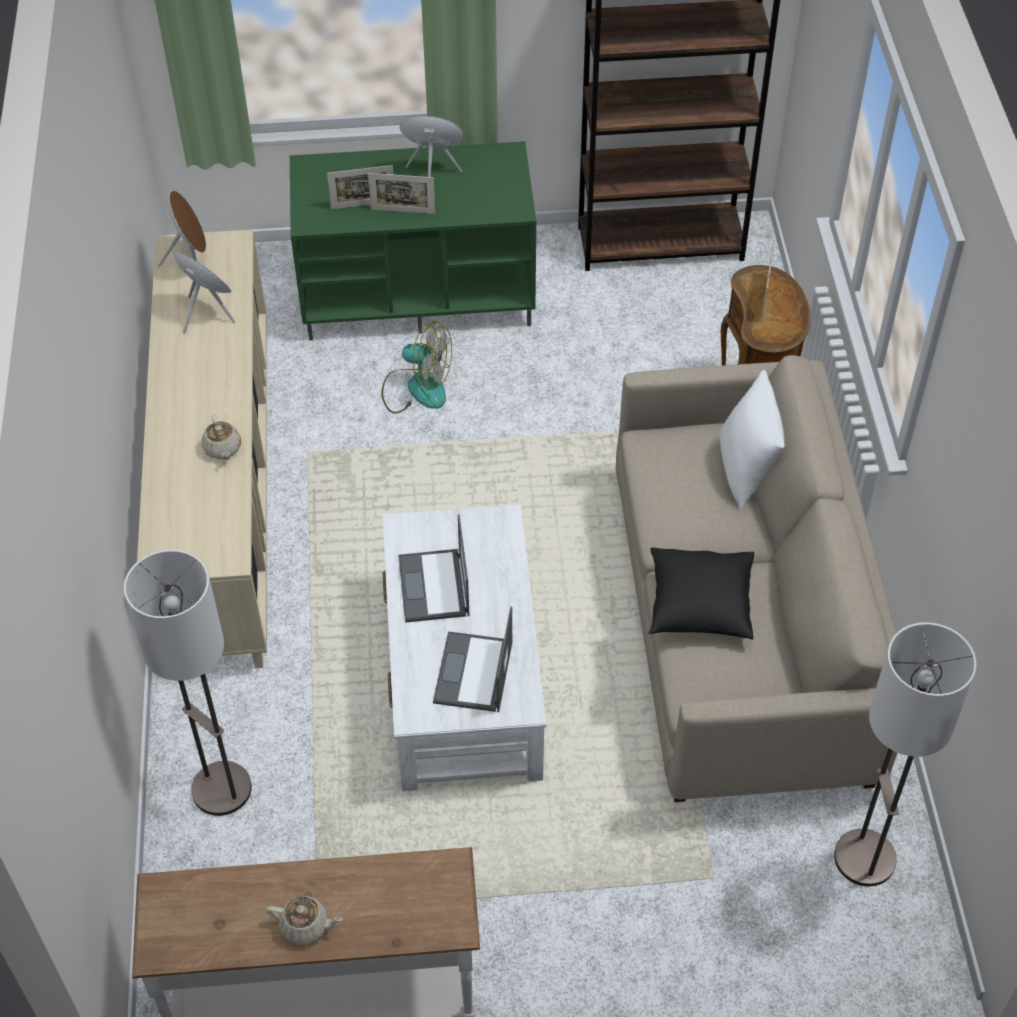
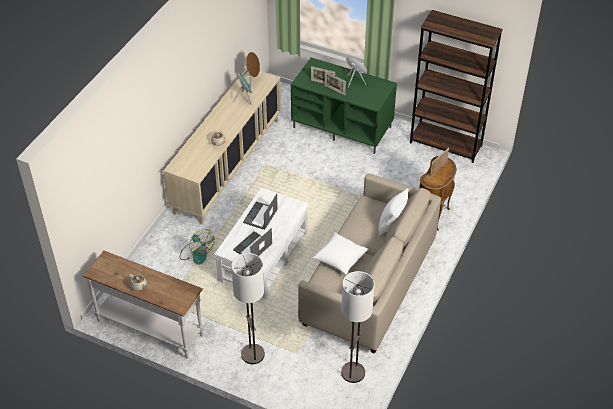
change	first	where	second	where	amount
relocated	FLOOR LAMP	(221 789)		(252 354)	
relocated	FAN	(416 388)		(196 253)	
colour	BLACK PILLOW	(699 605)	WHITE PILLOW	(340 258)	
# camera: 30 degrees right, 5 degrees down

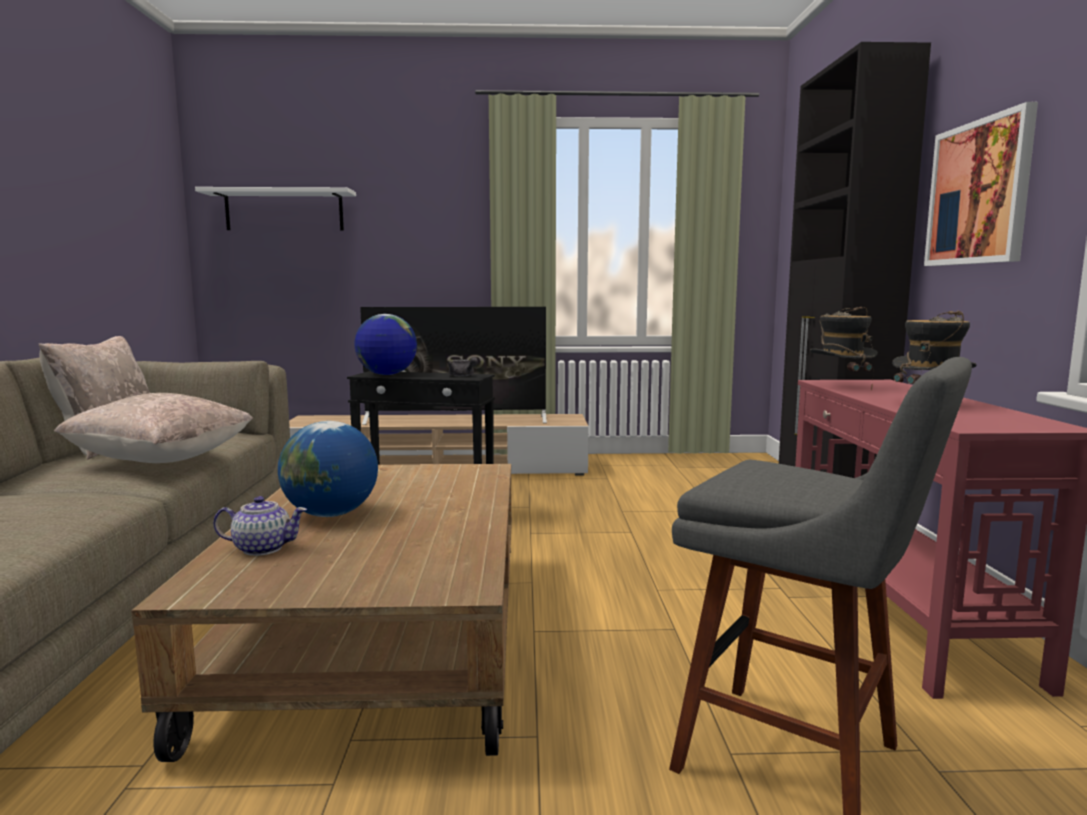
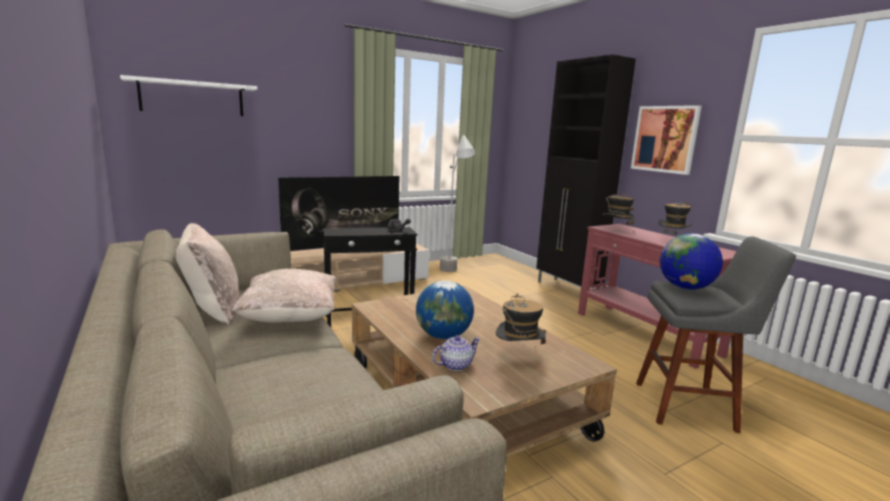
change	first	where	second	where	amount
relocated	GLOBE	(386 374)		(685 288)	
appeared			GREY FLOOR LAMP	(452 273)	
appeared			HAT	(518 356)	
# camera: 30 degrees left, 5 degrees up

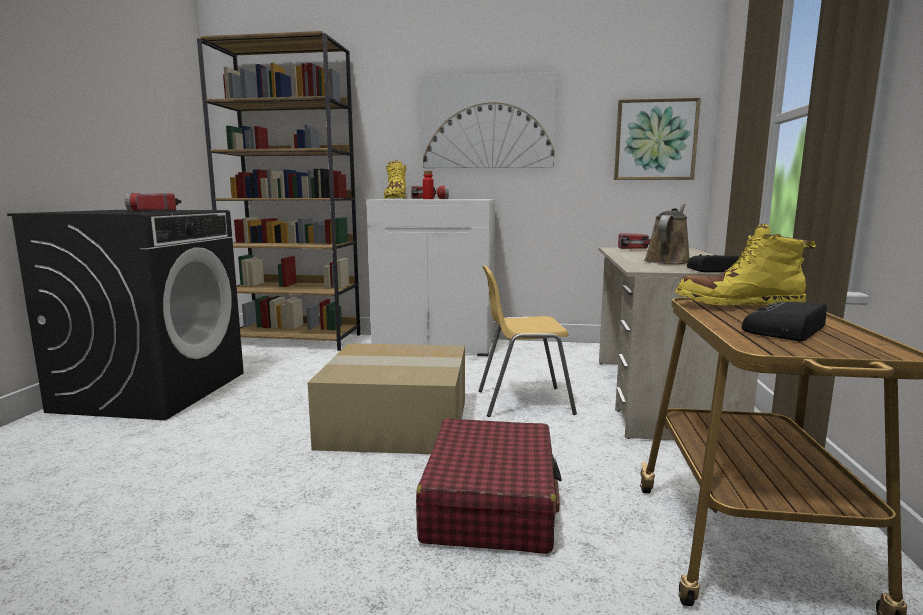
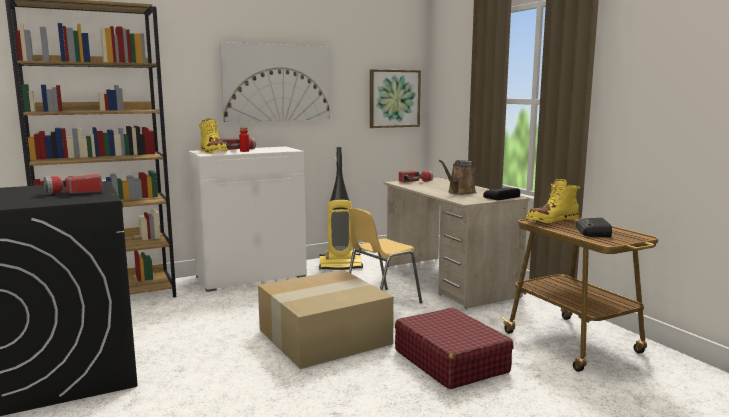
change	first	where	second	where	amount
spun	BROWN WATERING CAN	(668 261)		(460 192)	135 degrees counterclockwise
appeared			VACUUM CLEANER	(341 265)	
# camera: 35 degrees left, 0 degrees up

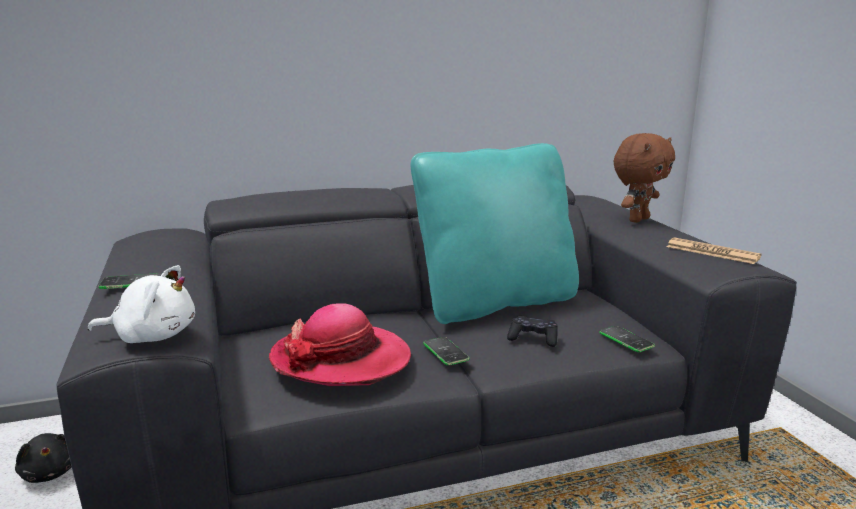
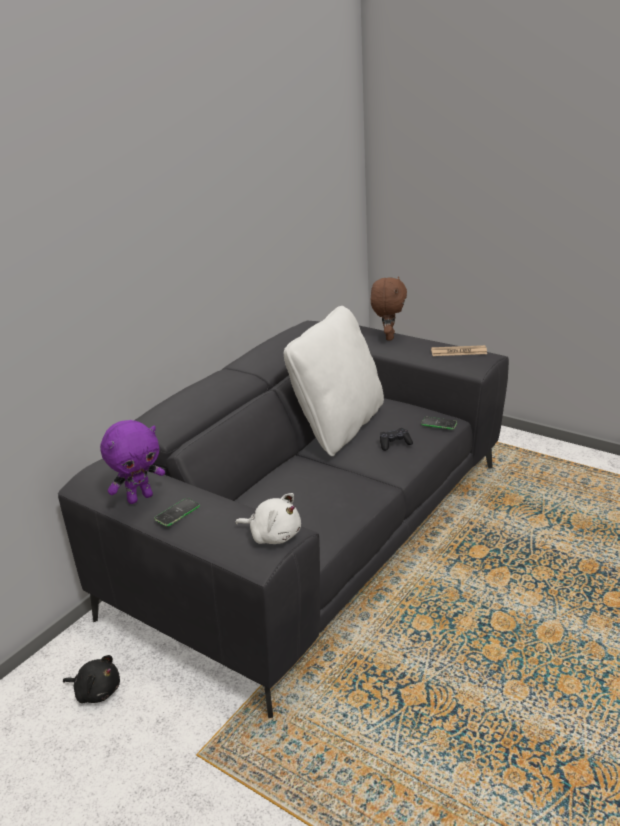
change	first	where	second	where	amount
spun	WHITE PLUSH TOY	(152 336)		(273 535)	60 degrees clockwise
missing	HAT	(341 360)			
colour	TURQUOISE PILLOW	(496 302)	WHITE PILLOW	(339 427)	
missing	PHONE	(445 352)			
appeared			PURPLE PLUSH TOY	(140 498)	
# camera: 35 degrees left, 10 degrees up

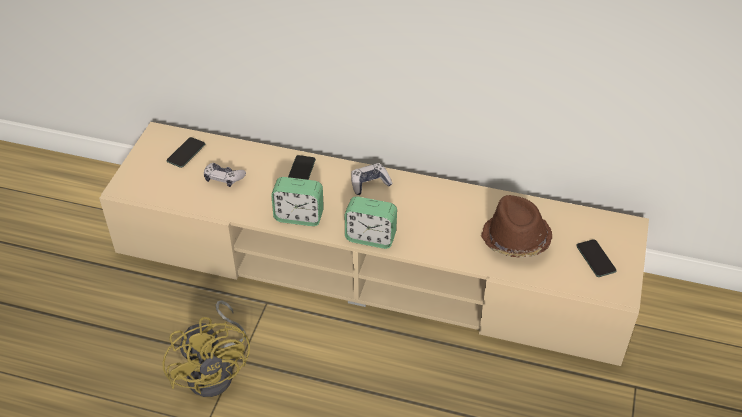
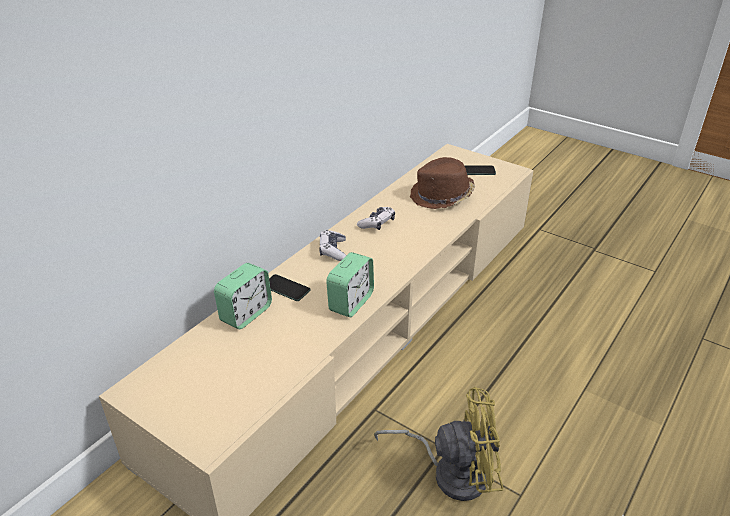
change	first	where	second	where	amount
missing	PHONE	(186 153)			
relocated	GAME CONTROLLER	(223 178)		(377 223)	
relocated	ALARM CLOCK	(370 237)		(246 314)	
# camera: 70 degrees left, 10 degrees down

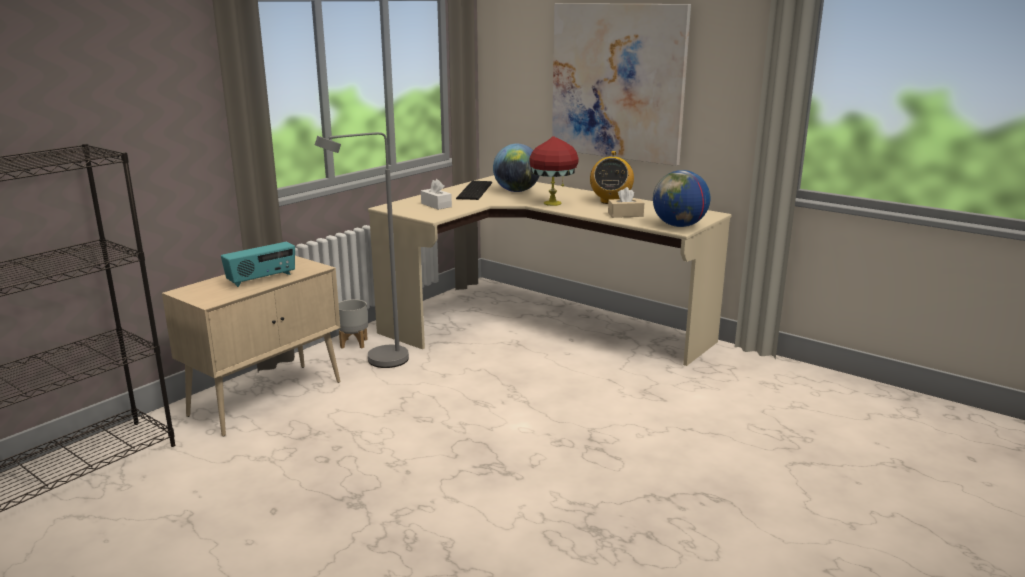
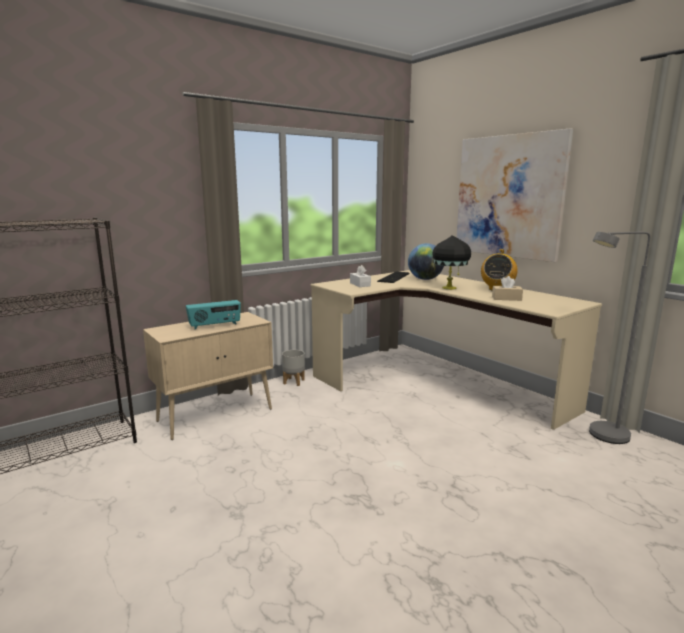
change	first	where	second	where	amount
relocated	GREY FLOOR LAMP	(377 362)		(600 436)	
colour	RED TABLE LAMP	(553 203)	BLACK TABLE LAMP	(450 288)	
missing	GLOBE	(679 226)			
# camera: 15 degrees right, 5 degrees down

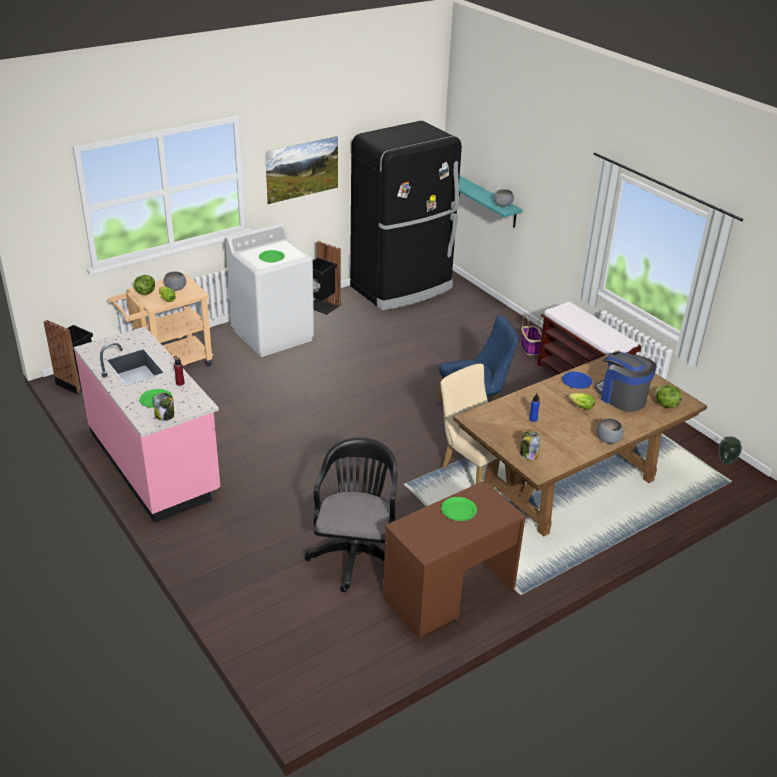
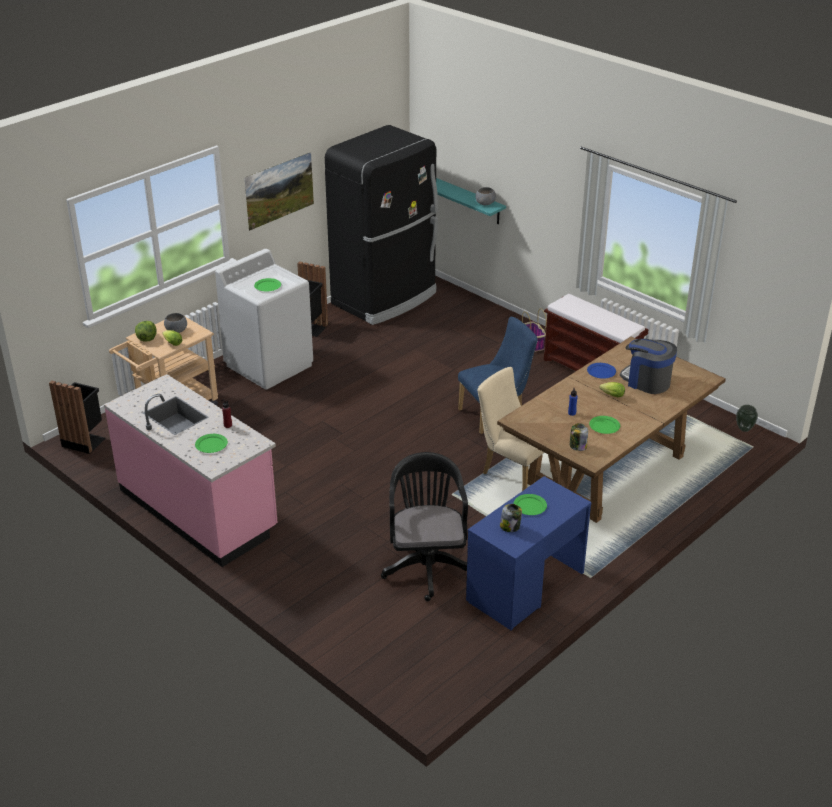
change	first	where	second	where	amount
relocated	JAR	(165 415)		(510 526)	
colour	BROWN DESK	(449 593)	BLUE DESK	(525 586)	
missing	GREY BOWL	(608 439)			
missing	LETTUCE	(665 405)			
appeared			GREEN PLATE	(604 426)	
# camera: 10 degrees left, 0 degrees up

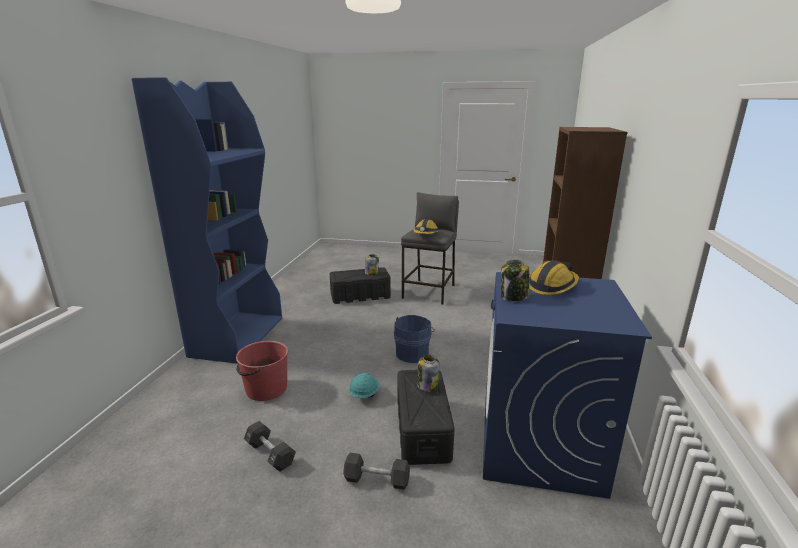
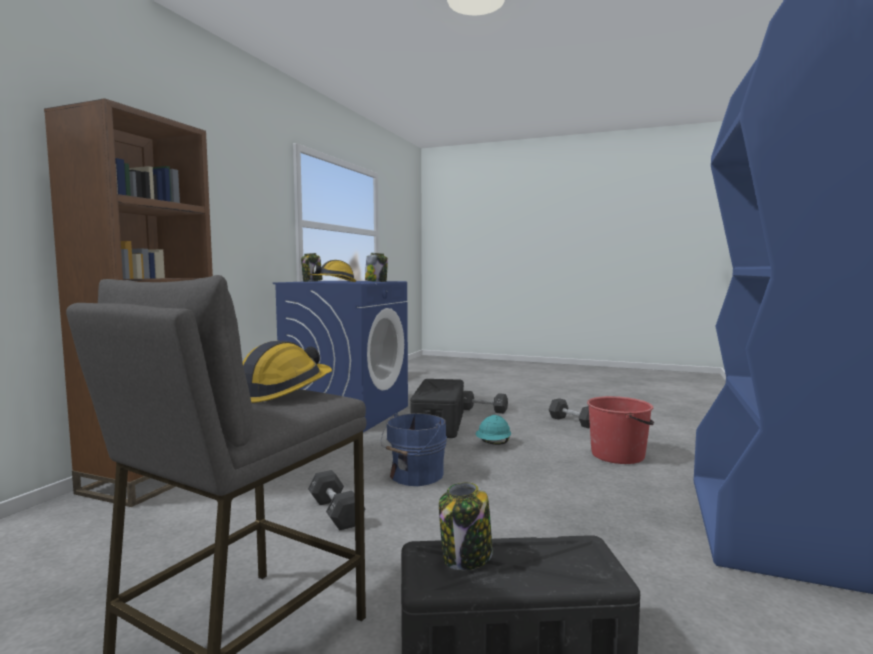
change	first	where	second	where	amount
relocated	JAR	(427 385)		(312 281)	
appeared			BLACK DUMBBELL	(335 512)	
# camera: 170 degrees left, 15 degrees down

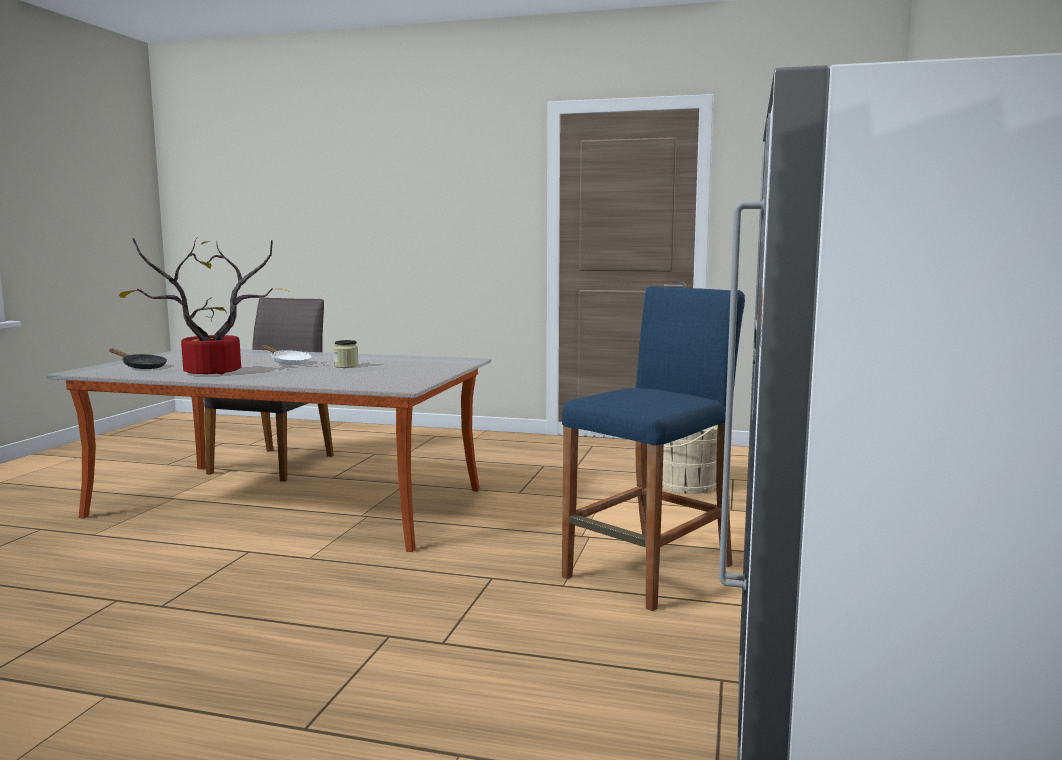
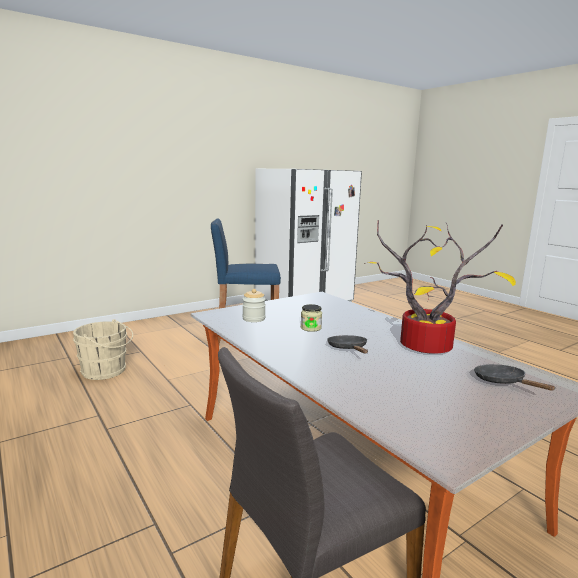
change	first	where	second	where	amount
colour	WHITE FRYING PAN	(288 363)	BLACK FRYING PAN	(348 349)	
appeared			JAR	(254 319)	
# camera: 140 degrees left, 5 degrees up

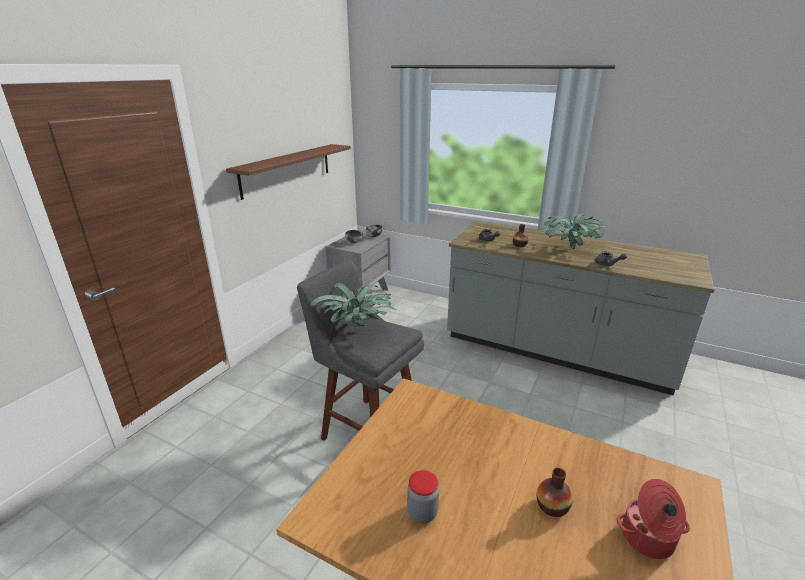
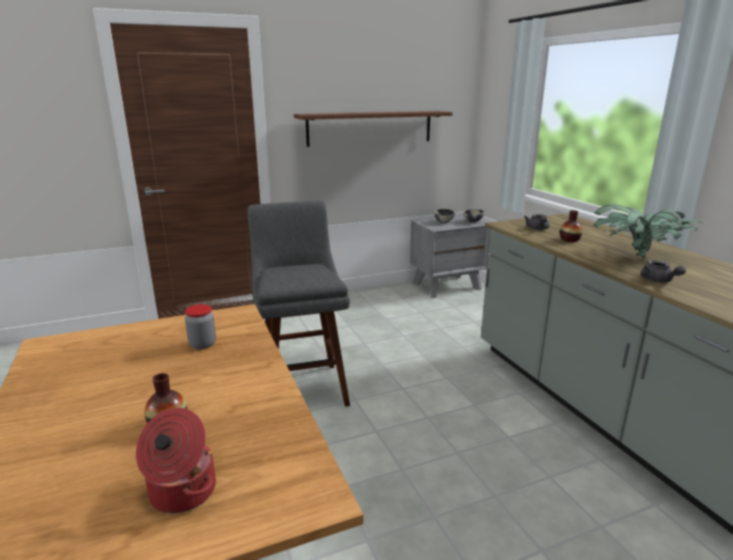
change	first	where	second	where	amount
missing	POTTED PLANT	(357 328)			
relocated	JAR	(422 512)		(202 344)	
# camera: 40 degrees right, 5 degrees down

